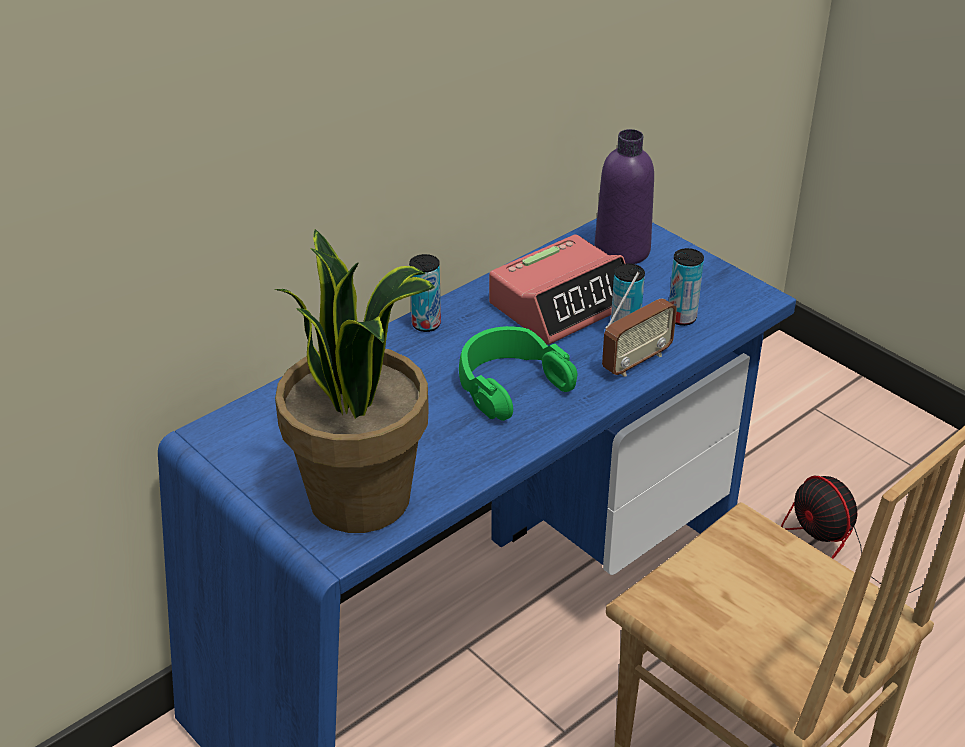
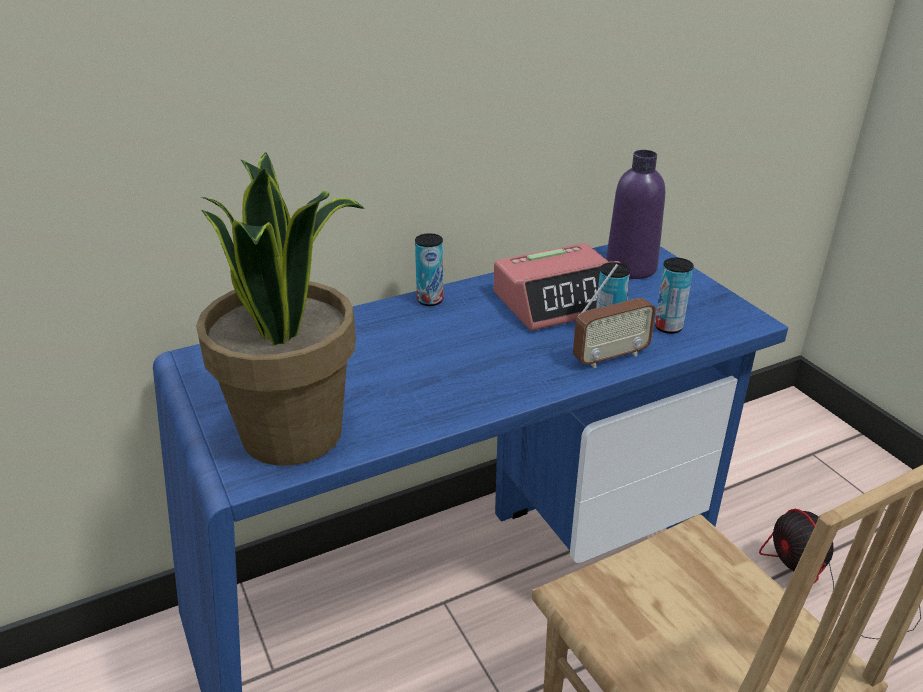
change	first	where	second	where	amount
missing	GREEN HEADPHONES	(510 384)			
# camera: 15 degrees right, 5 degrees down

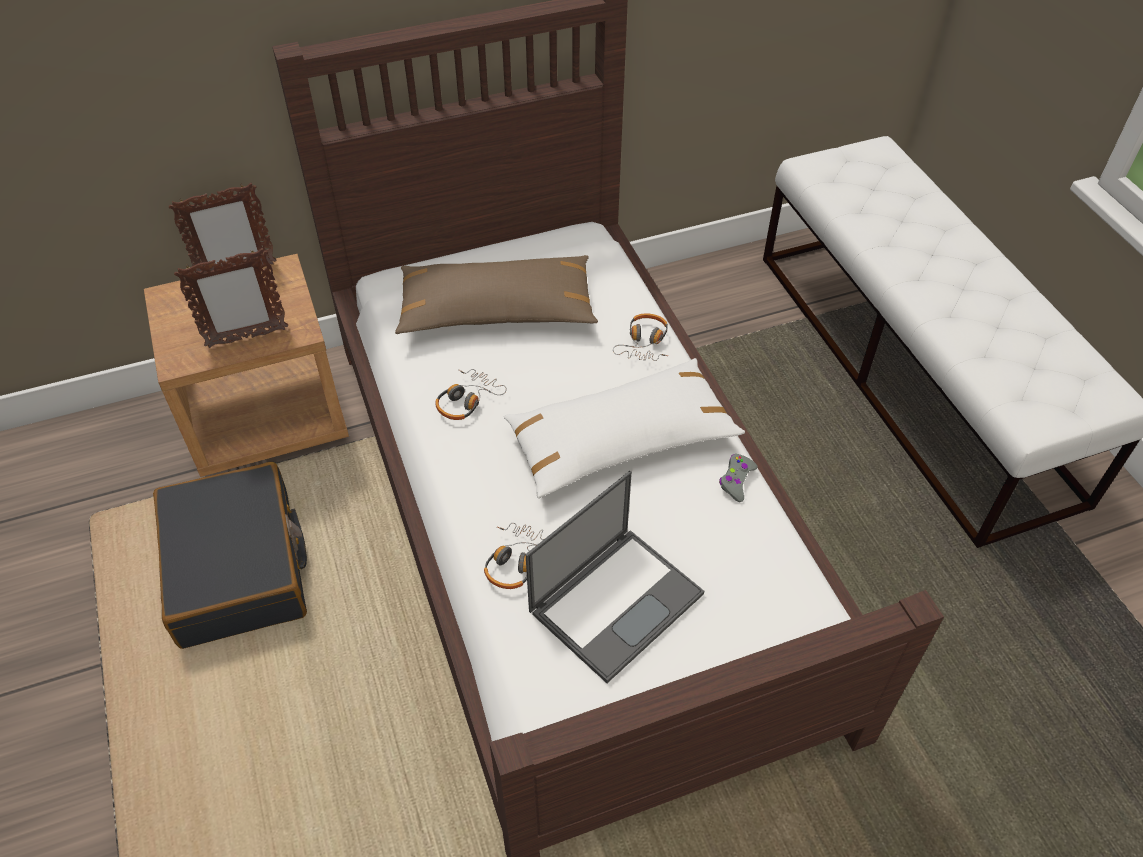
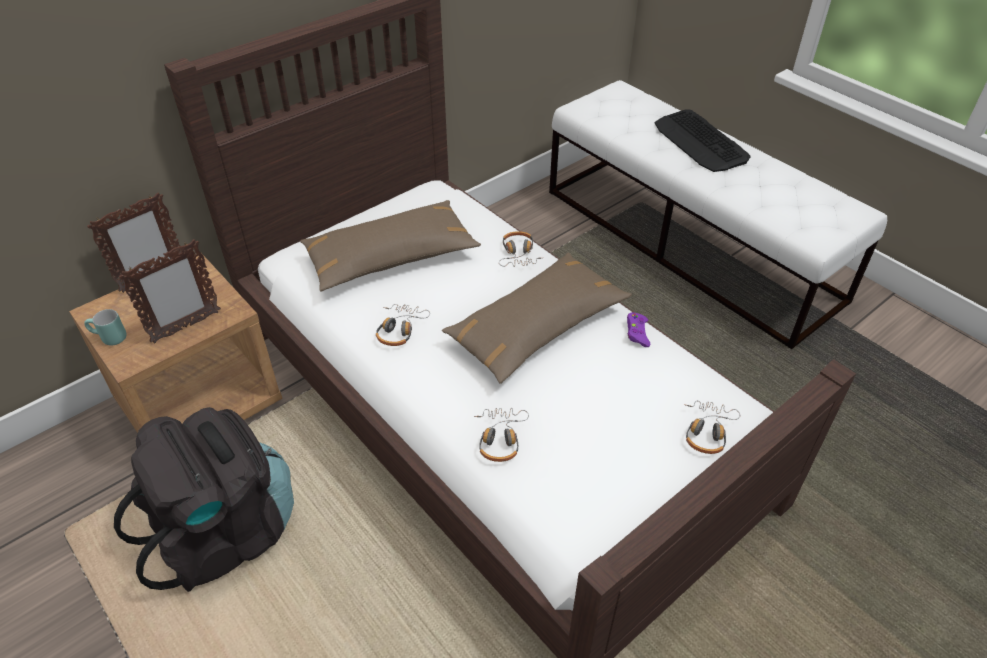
change	first	where	second	where	amount
exchanged	BLACK SUITCASE	(238 568)	BLACK BACKPACK	(225 533)	
colour	WHITE PILLOW	(620 440)	BROWN PILLOW	(536 327)	
missing	LAPTOP	(617 600)			
colour	GREY GAME CONTROLLER	(736 480)	PURPLE GAME CONTROLLER	(637 333)	
appeared			TURQUOISE MUG	(108 339)	
appeared			KEYBOARD	(700 142)	
appeared			HEADPHONES	(707 431)	
# camera: 20 degrees left, 5 degrees down

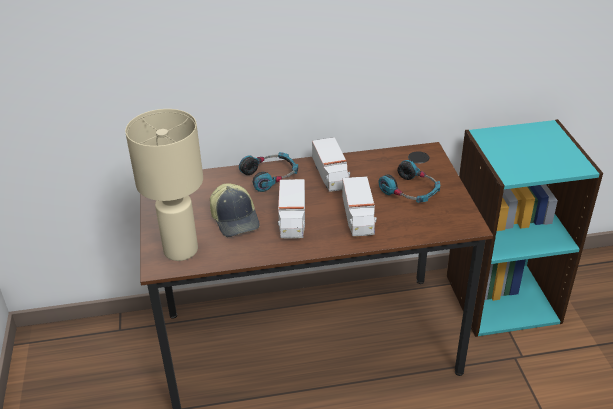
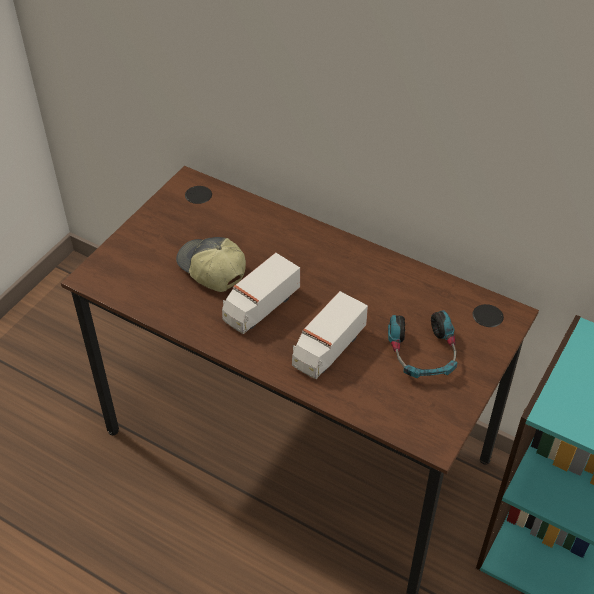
change	first	where	second	where	amount
missing	BEIGE TABLE LAMP	(179 250)			
spun	CAP	(236 219)		(211 270)	120 degrees clockwise
missing	HEADPHONES	(270 176)			
missing	TOY TRUCK	(331 175)			
# camera: 40 degrees right, 10 degrees up

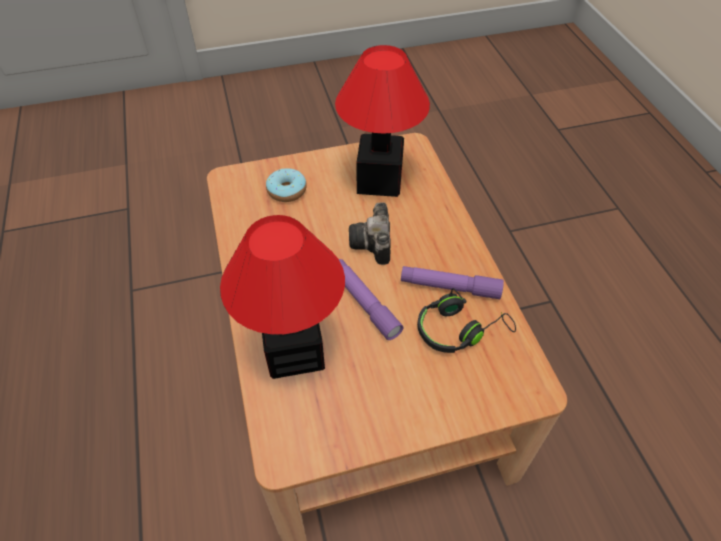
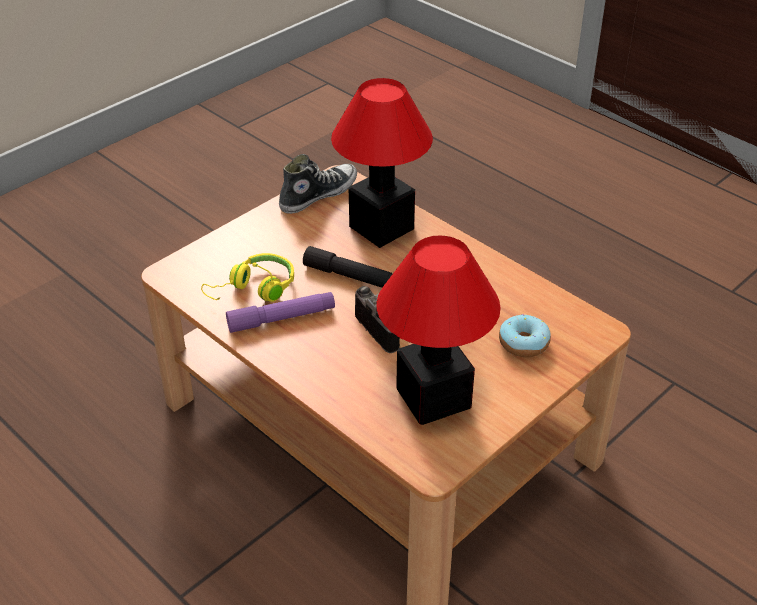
change	first	where	second	where	amount
colour	PURPLE FLASHLIGHT	(364 303)	BLACK FLASHLIGHT	(352 277)	
colour	BLACK HEADPHONES	(459 329)	YELLOW HEADPHONES	(254 289)	
appeared			SHOE	(318 195)	
# camera: 150 degrees right, 10 degrees down

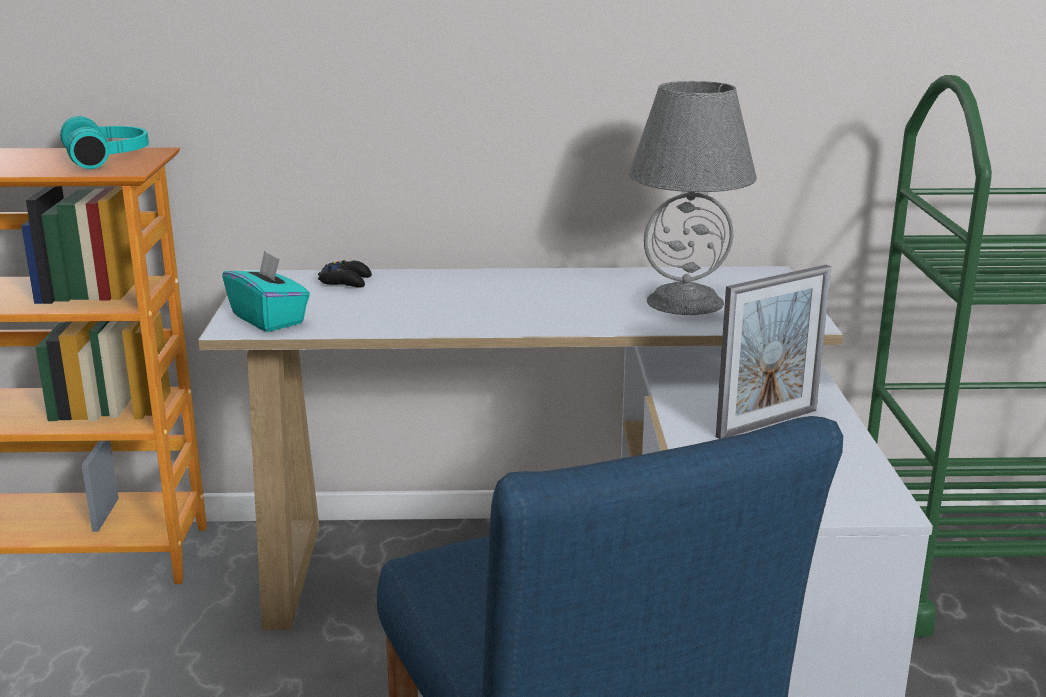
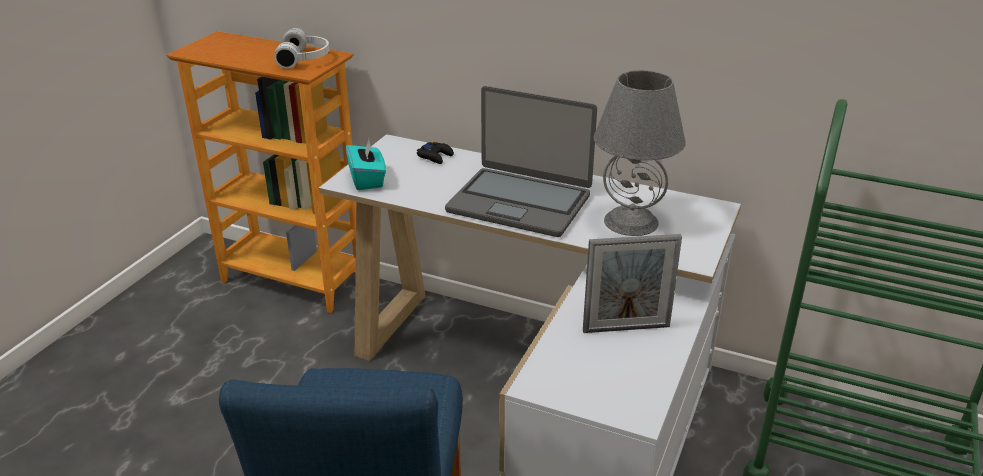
change	first	where	second	where	amount
colour	TURQUOISE HEADPHONES	(108 159)	WHITE HEADPHONES	(305 59)	
appeared			LAPTOP	(520 202)	
# camera: 25 degrees right, 10 degrees up

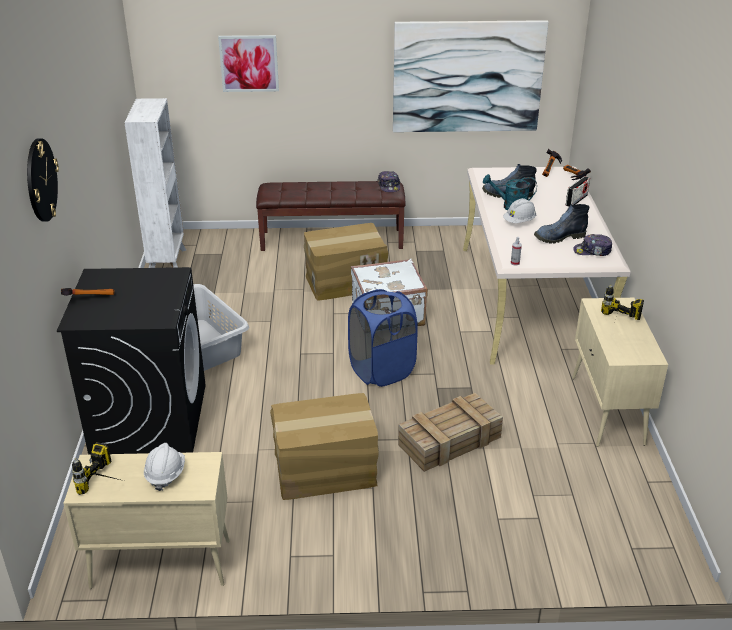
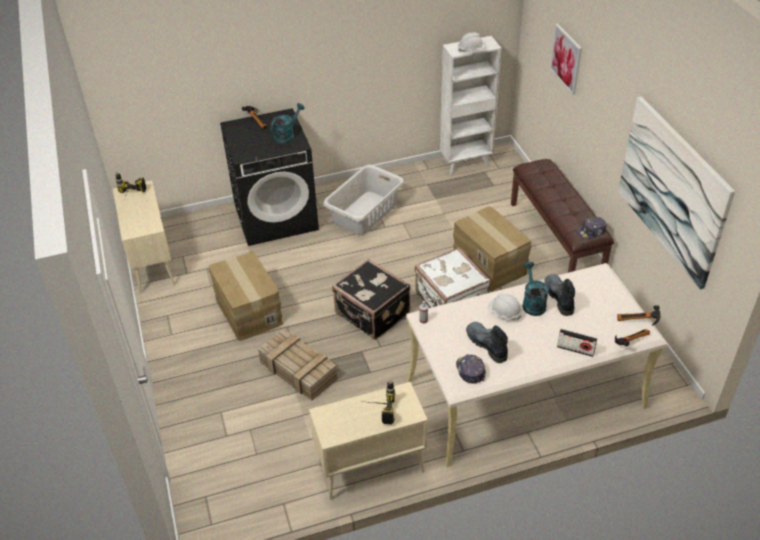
change	first	where	second	where	amount
missing	WALL CLOCK	(41 180)			
relocated	WHITE HARD HAT	(165 474)		(471 50)	
exchanged	BLUE LAUNDRY BASKET	(381 370)	BLACK SUITCASE	(371 314)	
appeared			TURQUOISE WATERING CAN	(287 135)	
# camera: 75 degrees right, 10 degrees up

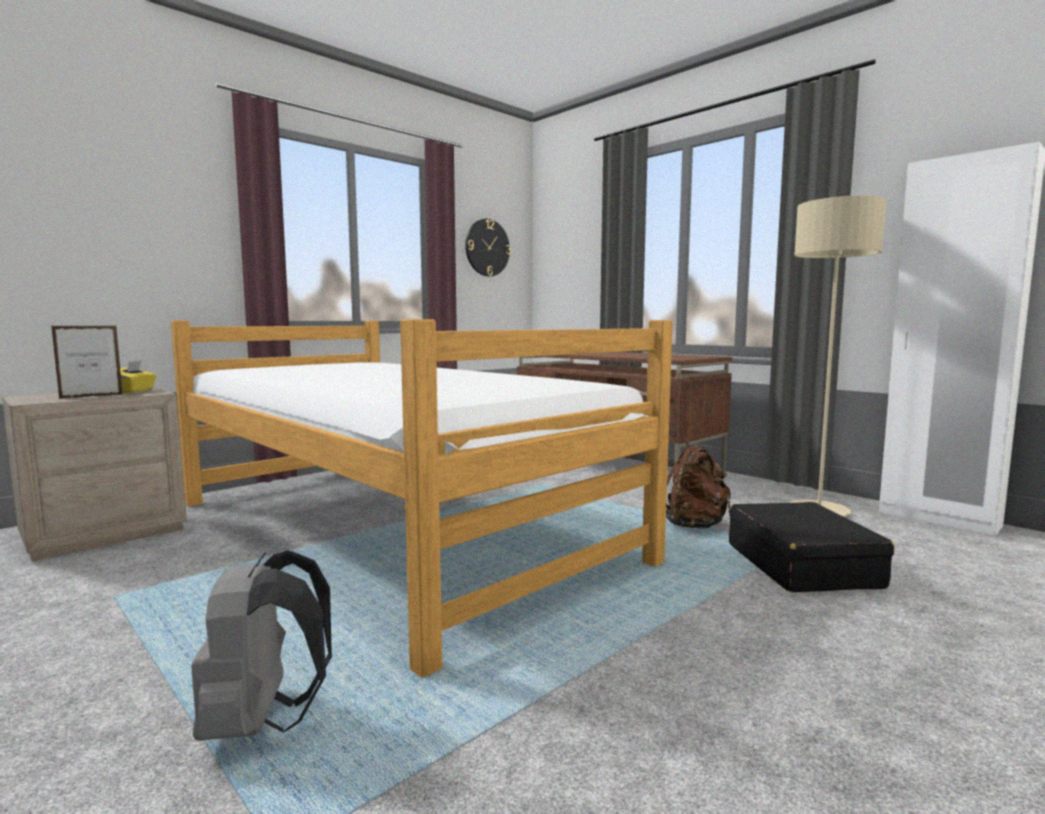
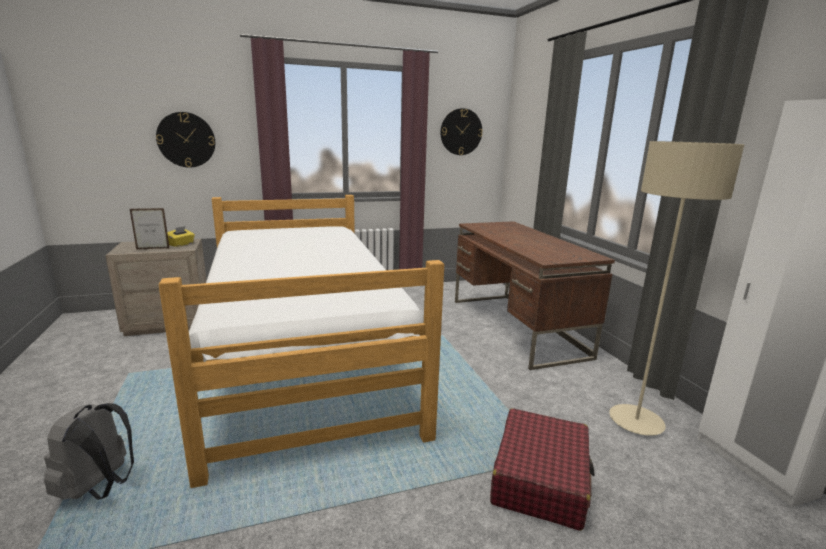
change	first	where	second	where	amount
missing	BROWN BACKPACK	(694 525)			
colour	BLACK SUITCASE	(801 565)	RED SUITCASE	(540 478)	
appeared			WALL CLOCK	(186 140)	
# camera: 25 degrees right, 10 degrees up

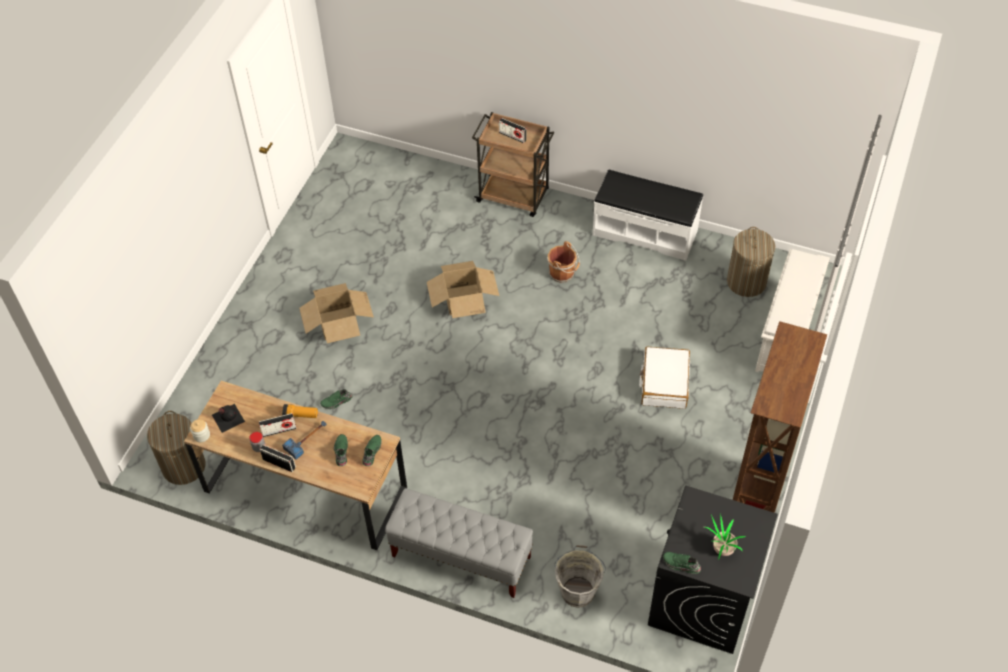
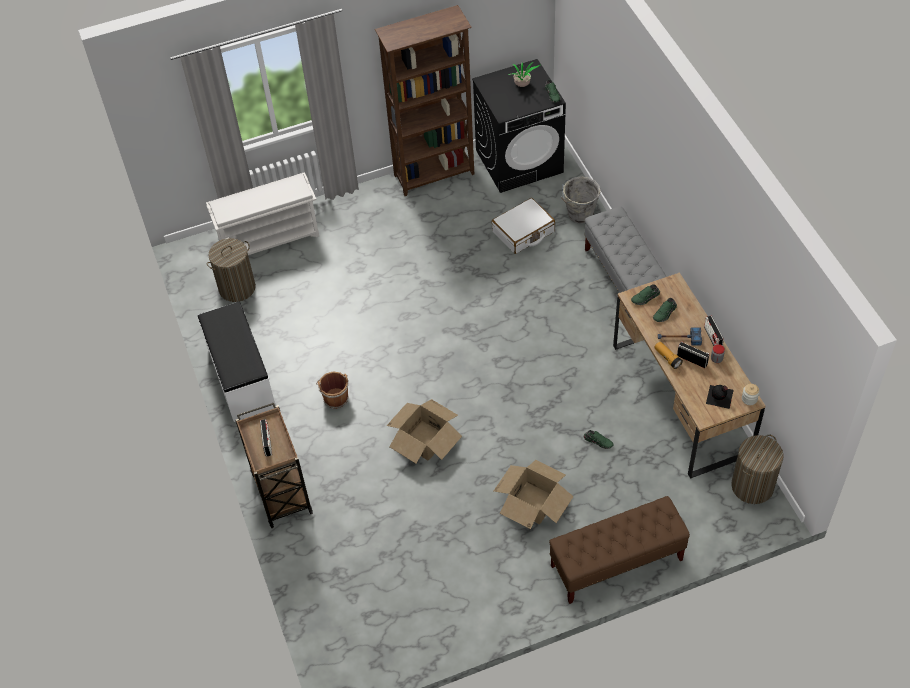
change	first	where	second	where	amount
relocated	WHITE SUITCASE	(664 383)		(523 232)	
appeared			BROWN BENCH	(616 563)	
# camera: 130 degrees left, 0 degrees up

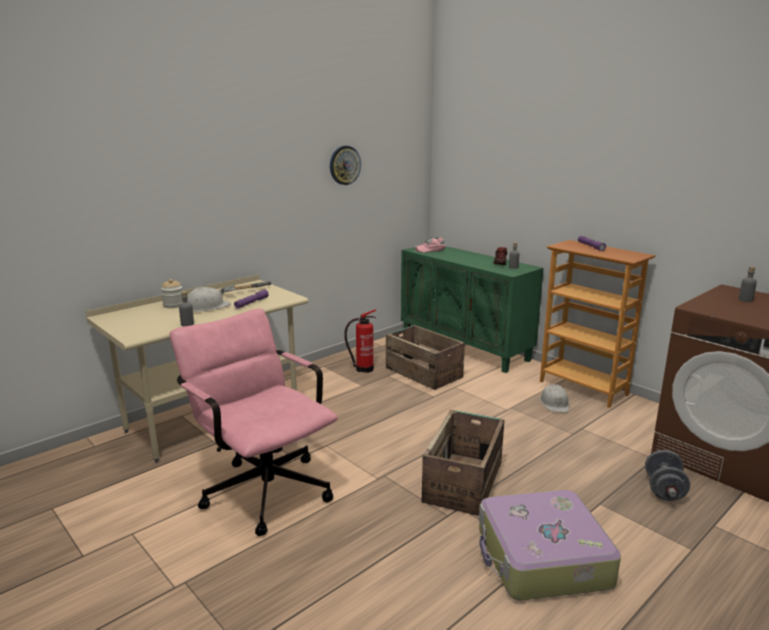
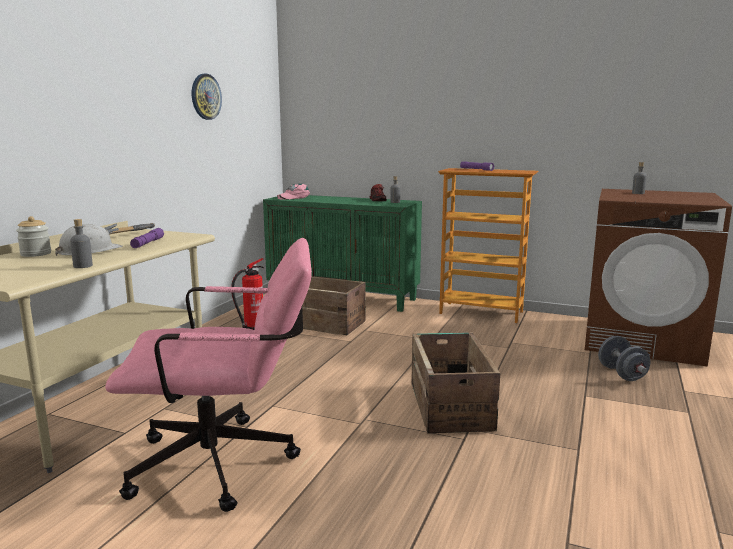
change	first	where	second	where	amount
spun	PINK OFFICE CHAIR	(262 486)		(228 463)	150 degrees clockwise
missing	SUITCASE	(541 559)			
missing	WHITE HARD HAT	(554 403)			
# camera: 25 degrees left, 5 degrees down

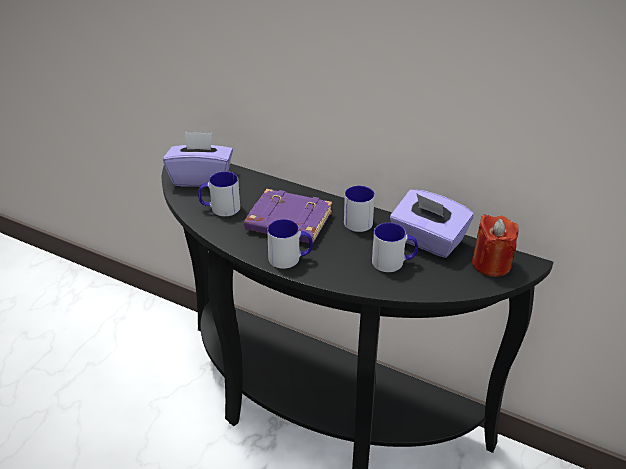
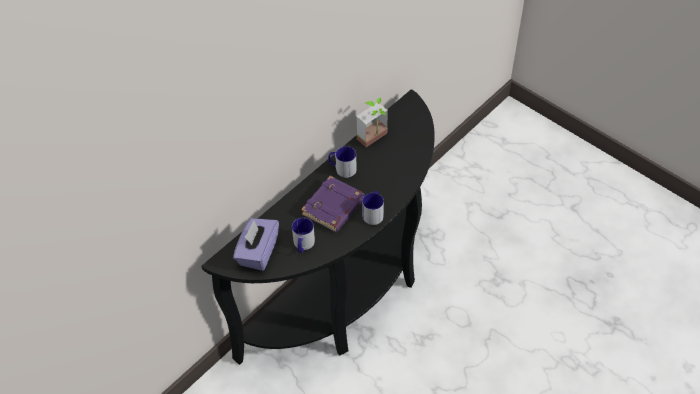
change	first	where	second	where	amount
missing	MUG	(394 262)			
exchanged	PURPLE TISSUE BOX	(428 241)	POTTED PLANT	(376 139)	
missing	RED CANDLE	(491 264)			
# camera: 75 degrees left, 15 degrees up

